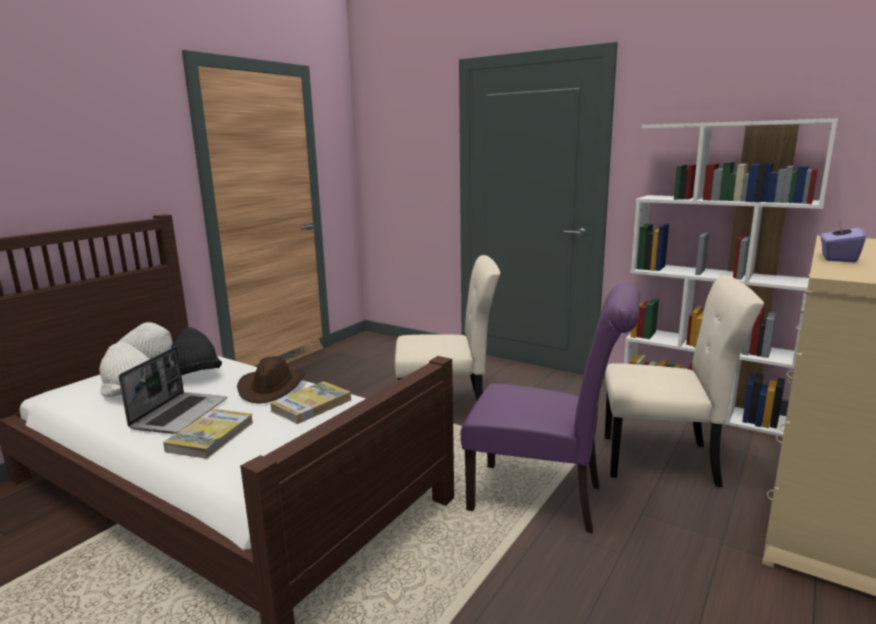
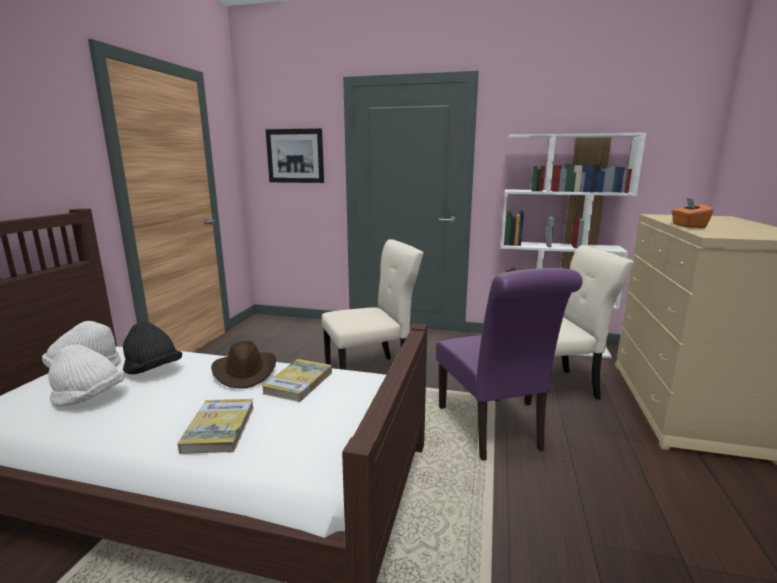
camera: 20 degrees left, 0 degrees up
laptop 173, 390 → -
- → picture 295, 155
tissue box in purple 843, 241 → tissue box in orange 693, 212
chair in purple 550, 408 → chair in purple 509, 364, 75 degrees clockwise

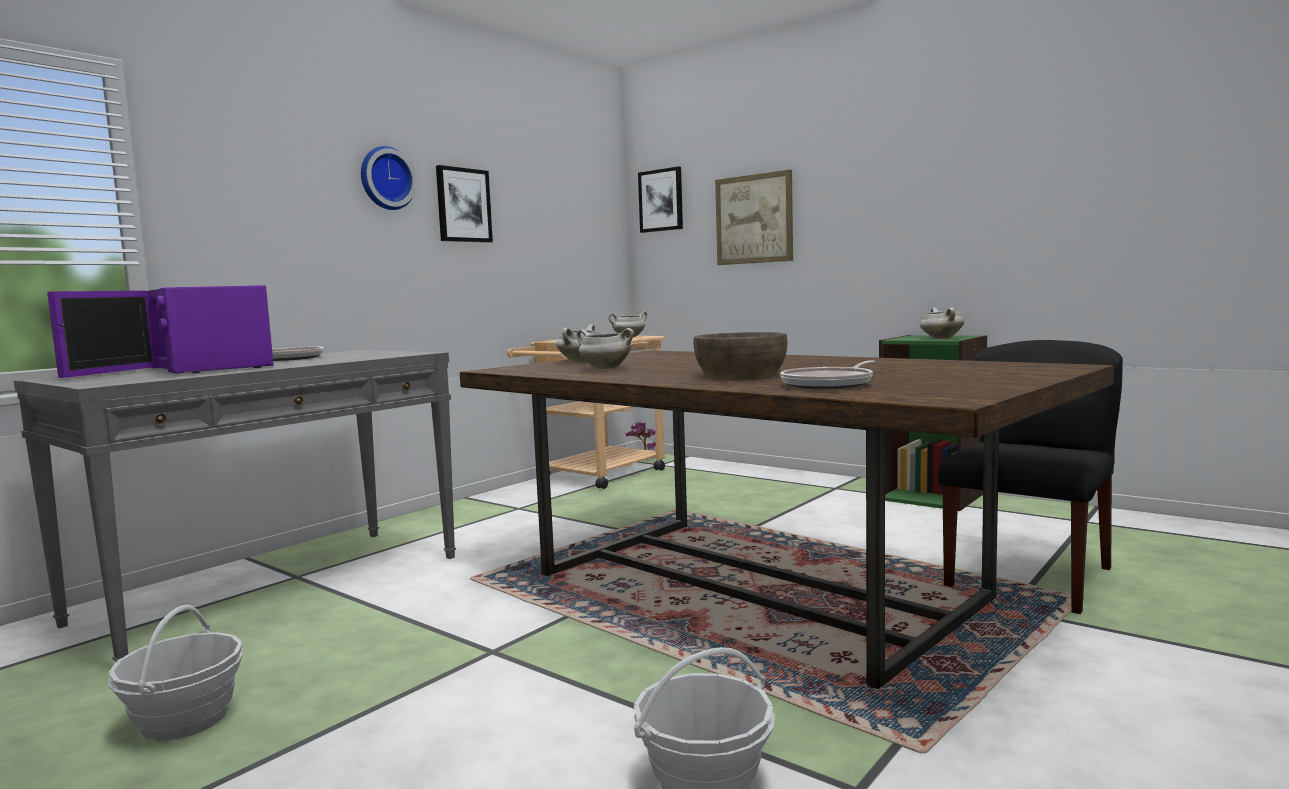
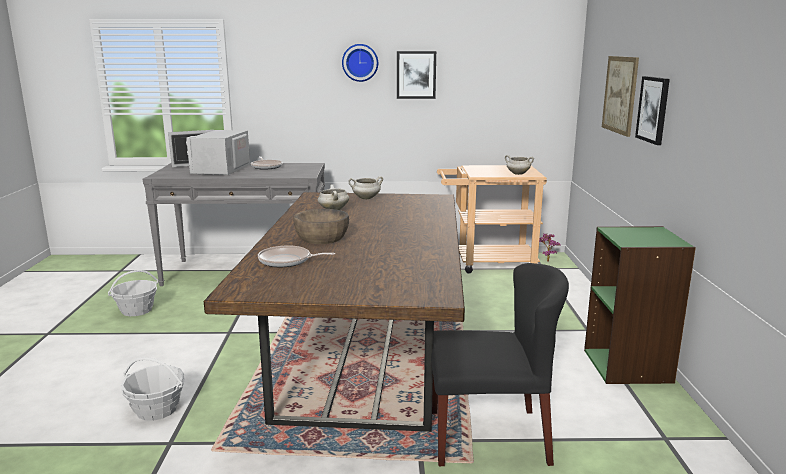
camera: 50 degrees right, 10 degrees up
cooking pot in white 942, 323 → -
picture 660, 199 → picture 652, 110, move
microwave in purple 160, 331 → microwave in white 209, 152

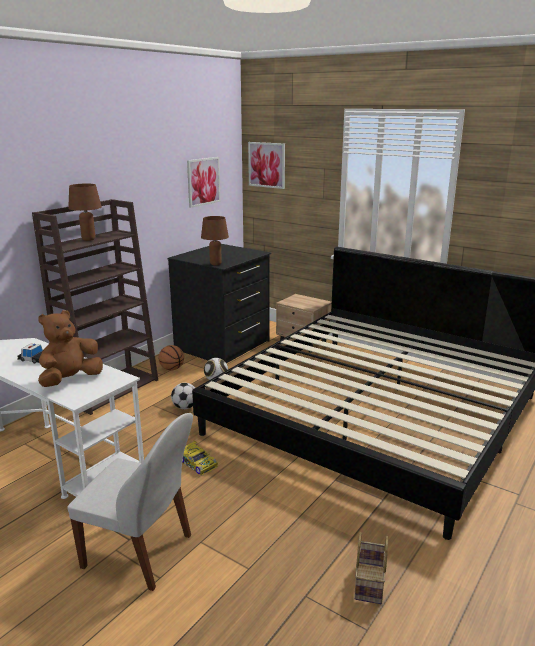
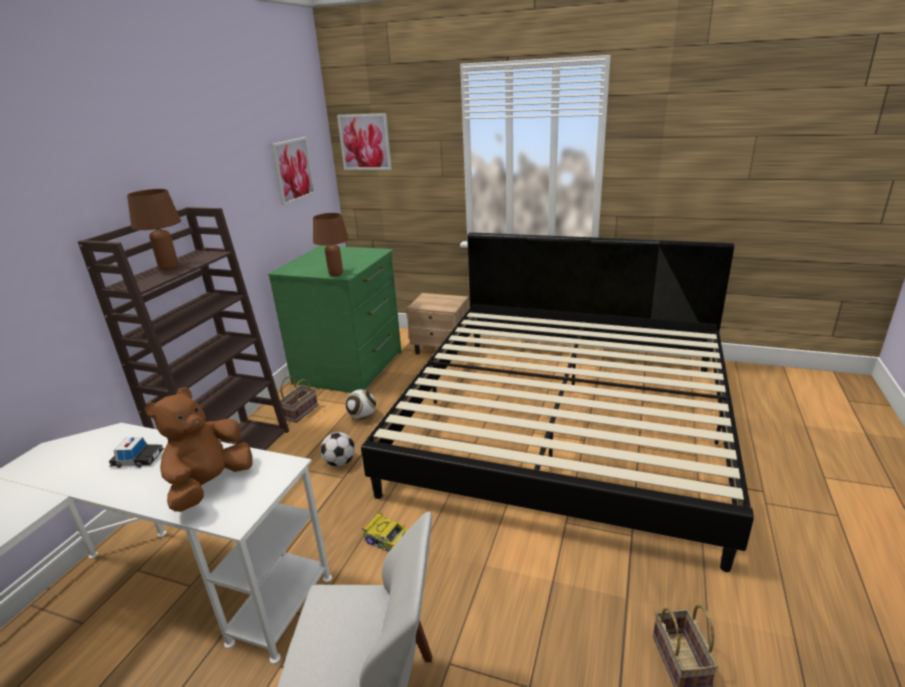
camera: 15 degrees left, 5 degrees up
basketball 171, 357 → basket 299, 399
dresser in black 219, 303 → dresser in green 335, 319

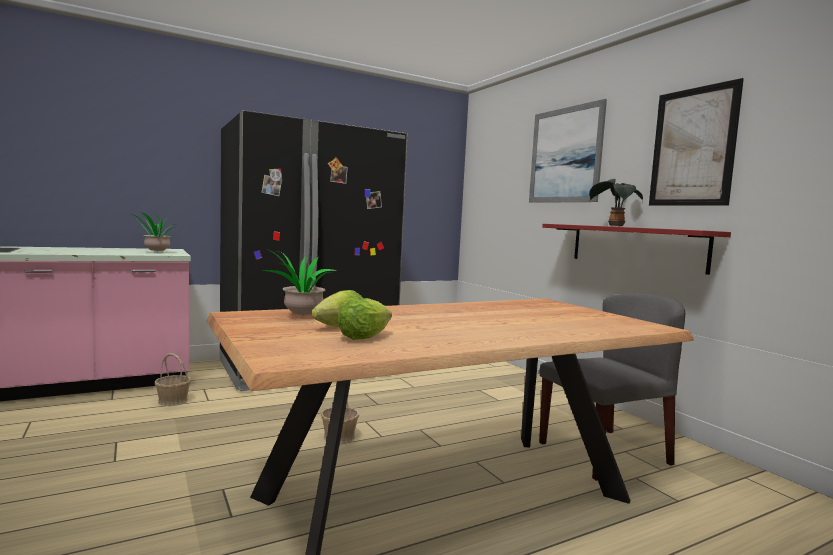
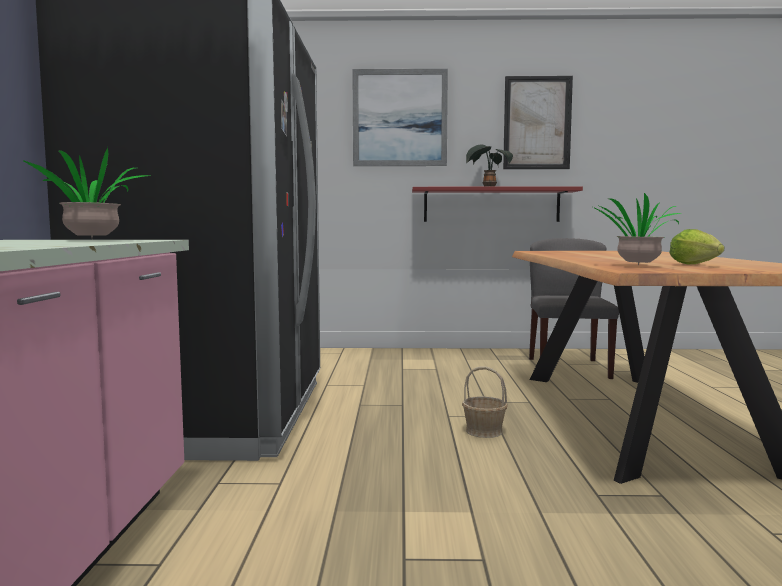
camera: 60 degrees left, 0 degrees up
basket 173, 379 → -
lettuce 364, 319 → -

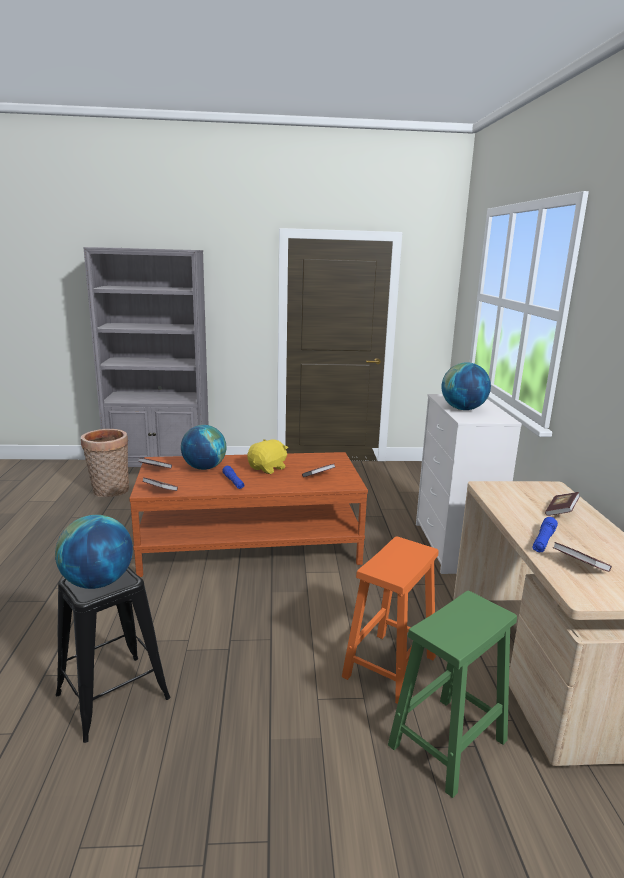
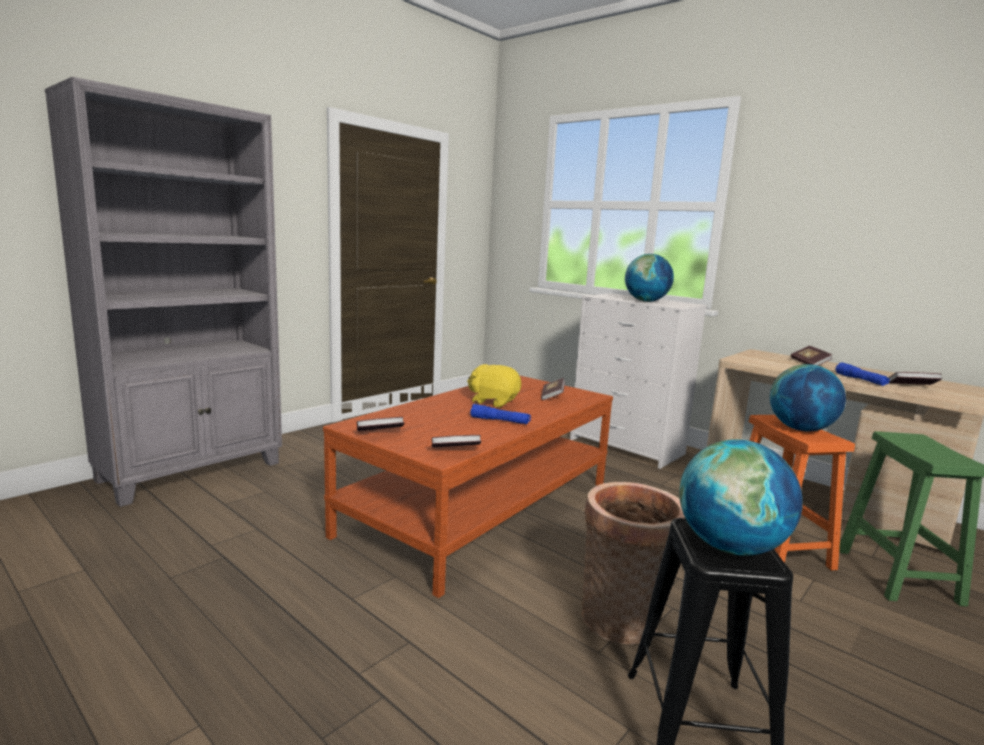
camera: 45 degrees left, 5 degrees down
basket 105, 463 → basket 633, 563, move
globe 203, 447 → globe 808, 397, move
plush toy in yellow 267, 456 → plush toy in yellow 494, 385, 60 degrees counterclockwise

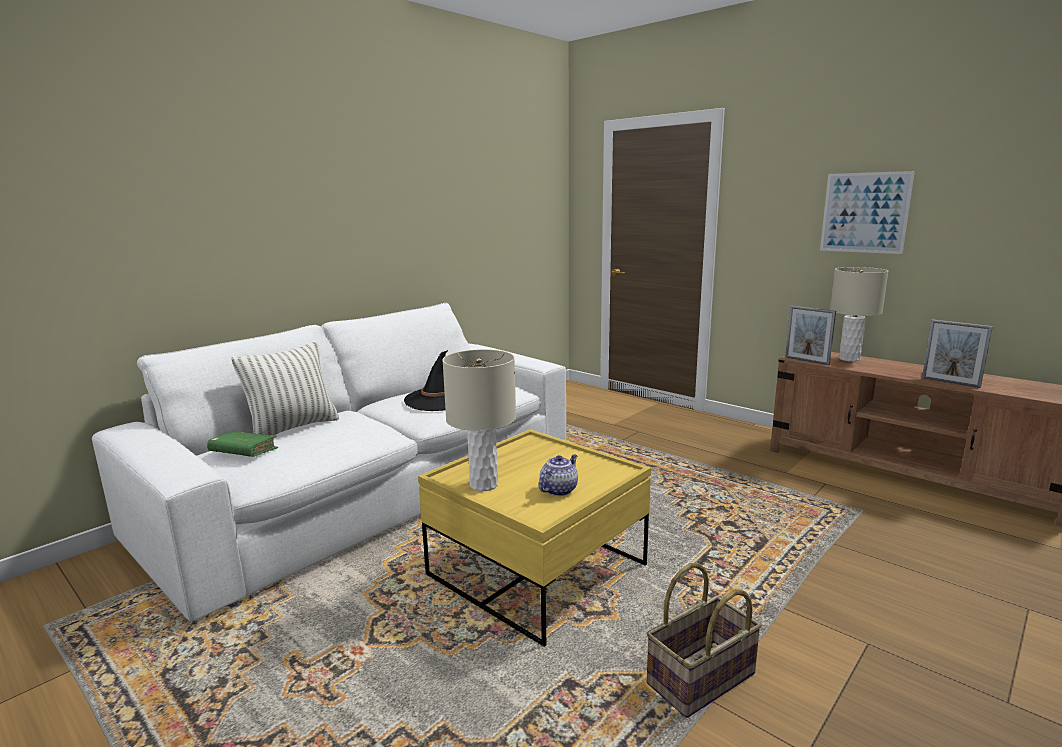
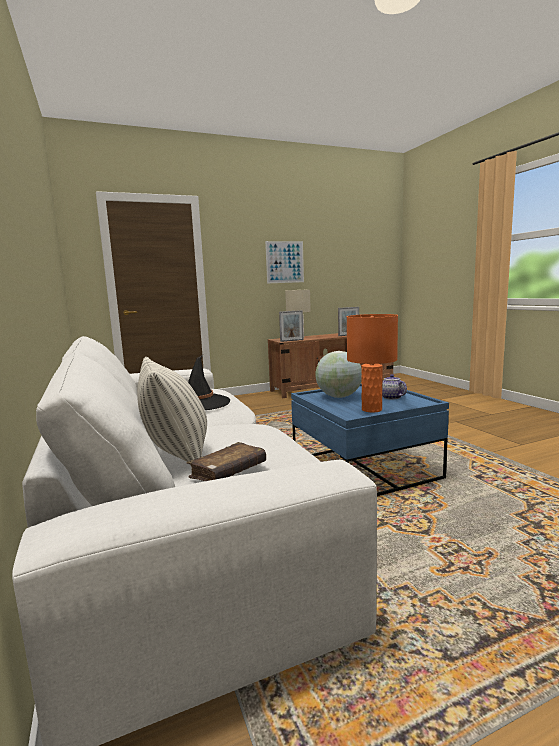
camera: 65 degrees left, 5 degrees down
basket 704, 640 → -
- → globe 338, 374
book in green 242, 444 → book in brown 226, 461
coffee table in yellow 534, 538 → coffee table in blue 370, 439
table lamp in beige 479, 420 → table lamp in orange 372, 363

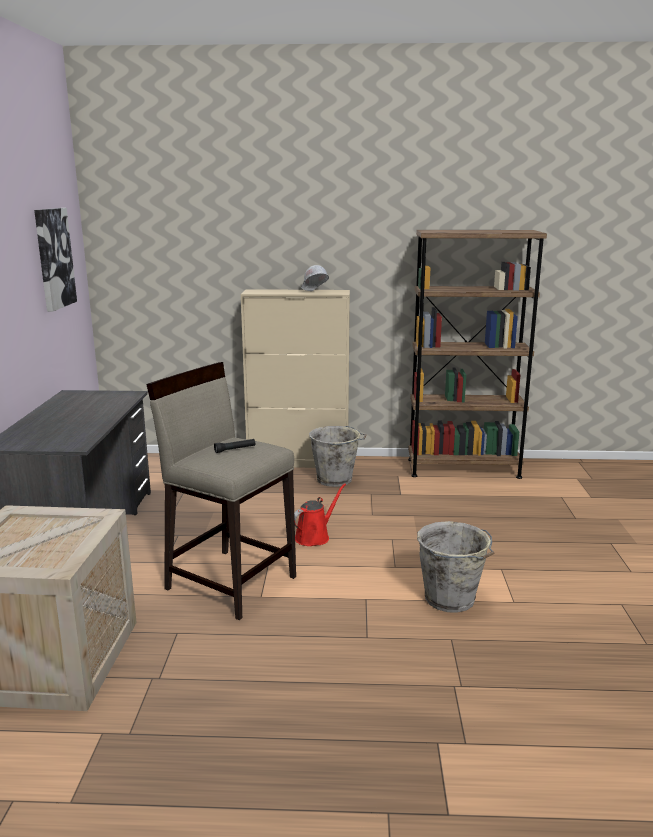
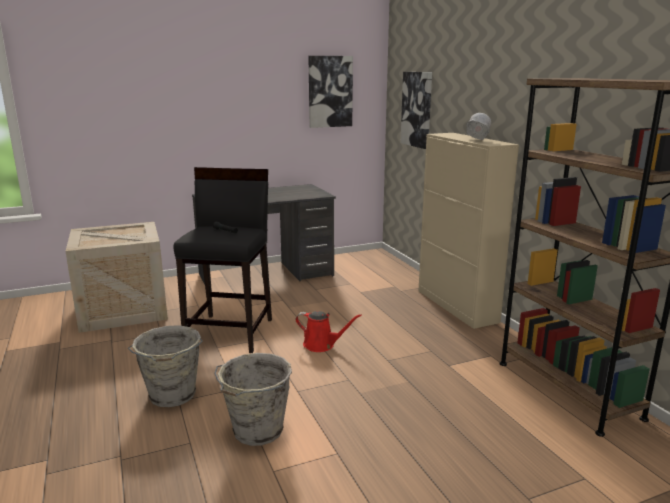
camera: 65 degrees right, 0 degrees up
- → picture 416, 110
bucket in grey 338, 456 → bucket in grey 165, 366, move
stool in beige 221, 491 → stool in black 222, 260

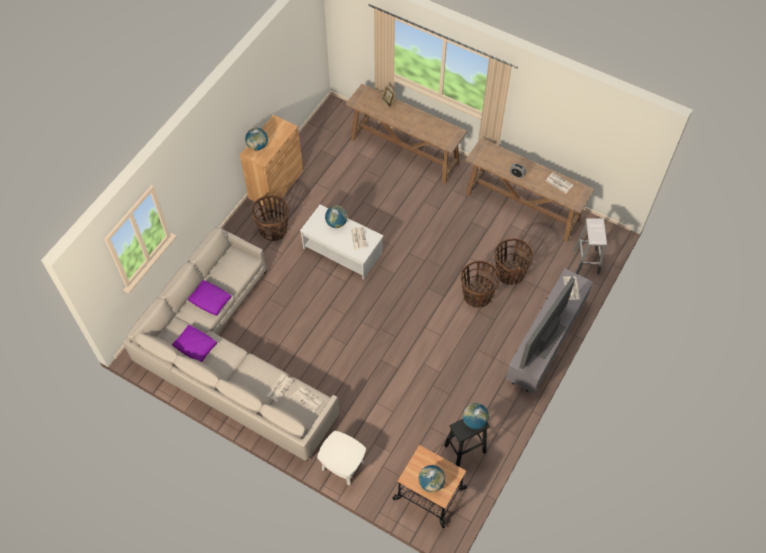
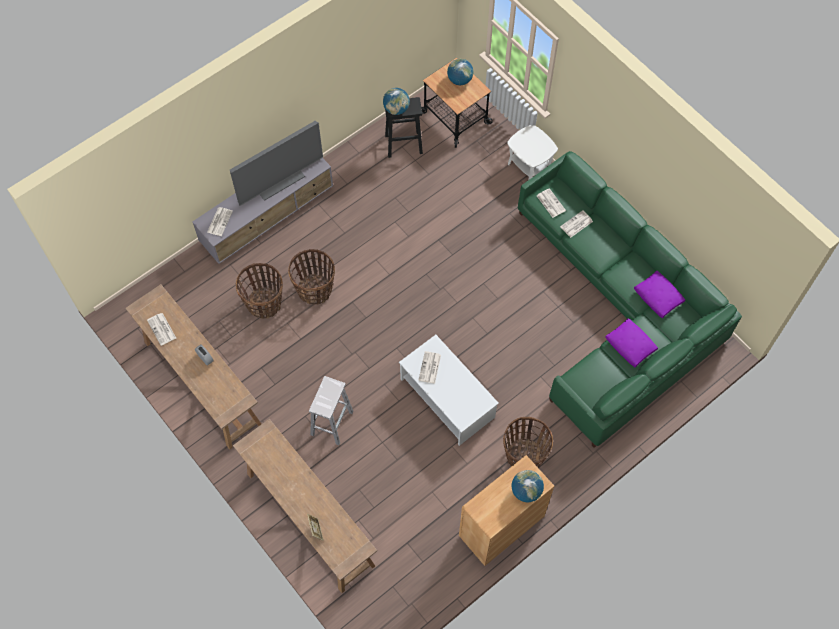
camera: 160 degrees left, 5 degrees up
globe 336, 216 → -
stool in white 590, 246 → stool in white 331, 410, move
sofa in beige 231, 344 → sofa in green 630, 299

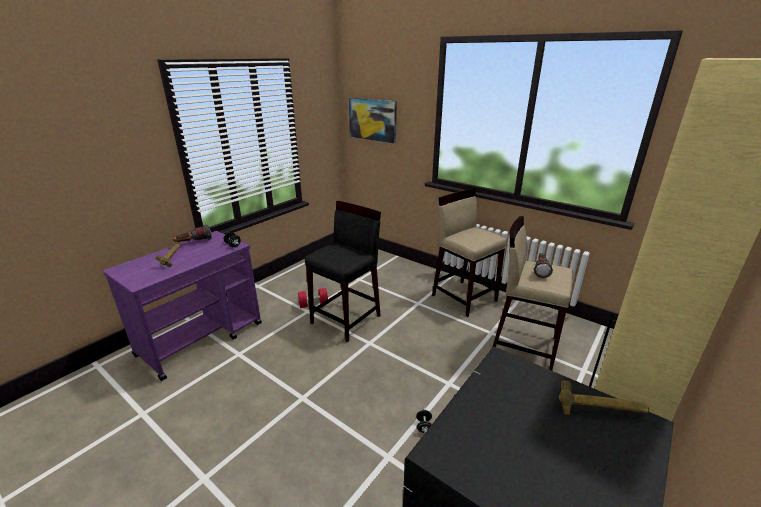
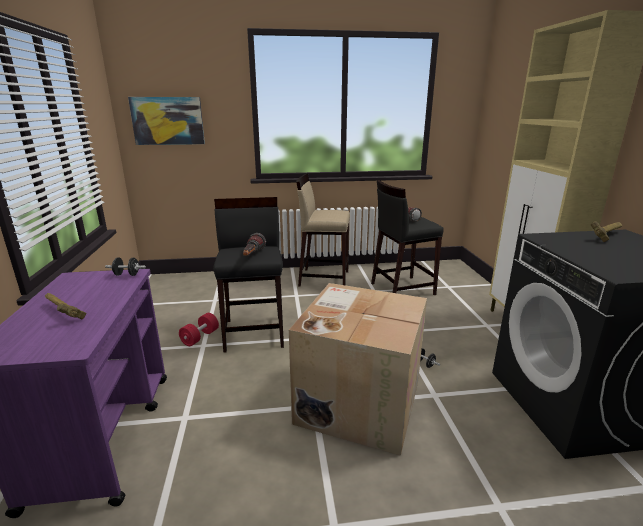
camera: 45 degrees left, 5 degrees down
- → cardboard box 358, 369
flashlight 192, 233 → flashlight 254, 244, move
stool in beige 533, 293 → stool in black 407, 237

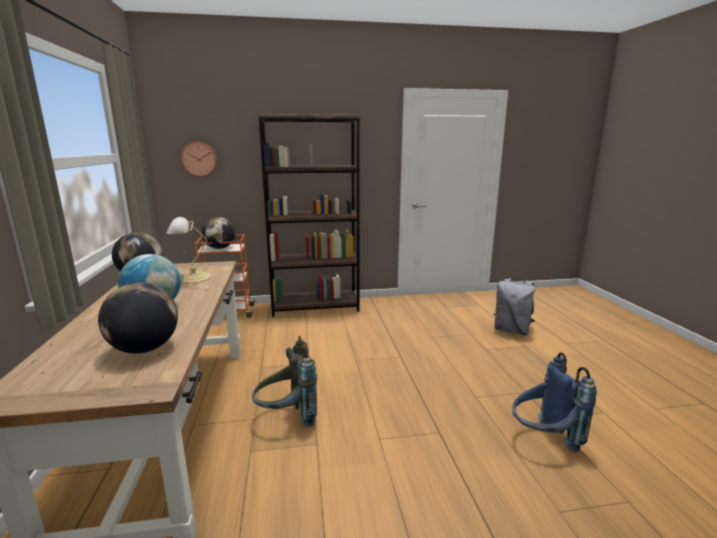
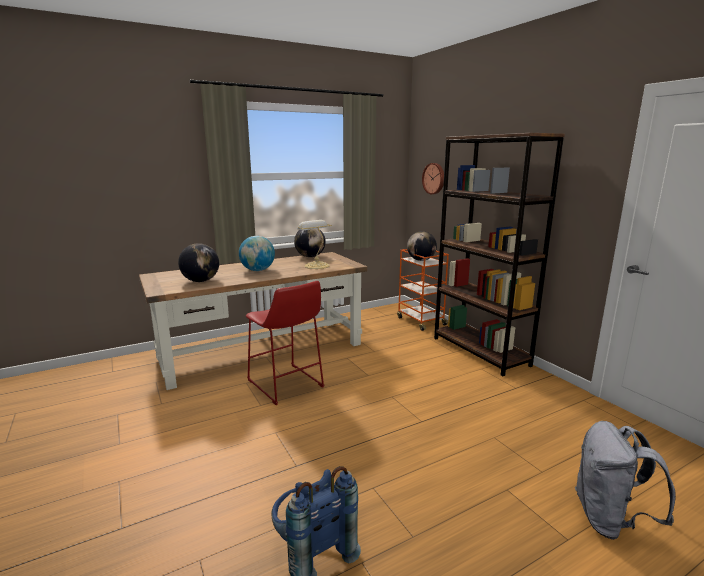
camera: 70 degrees right, 0 degrees up
backpack in grey 284, 381 → stool in red 285, 343

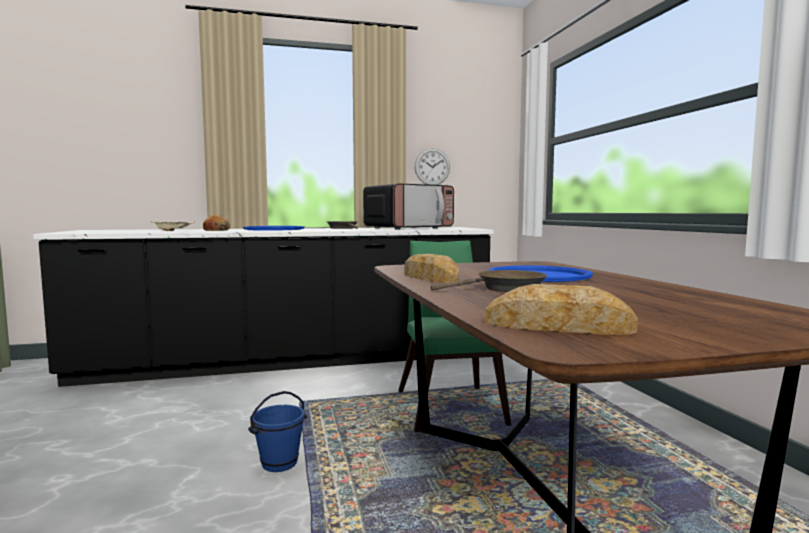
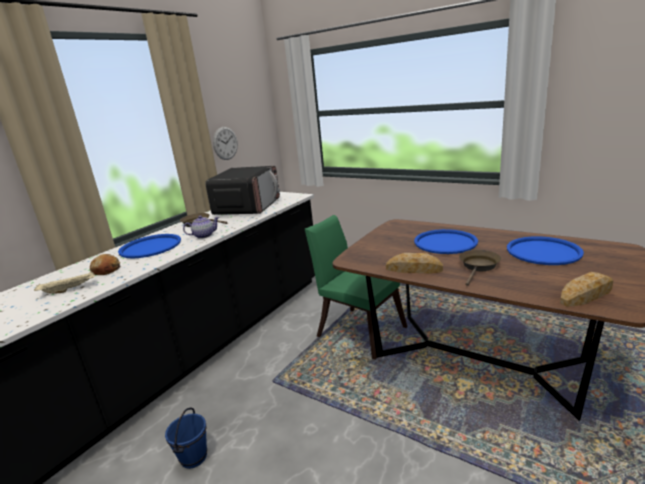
camera: 40 degrees left, 15 degrees up
- → teapot 201, 227
- → tray in blue 545, 250
bucket in blue 277, 431 → bucket in blue 186, 438, move

